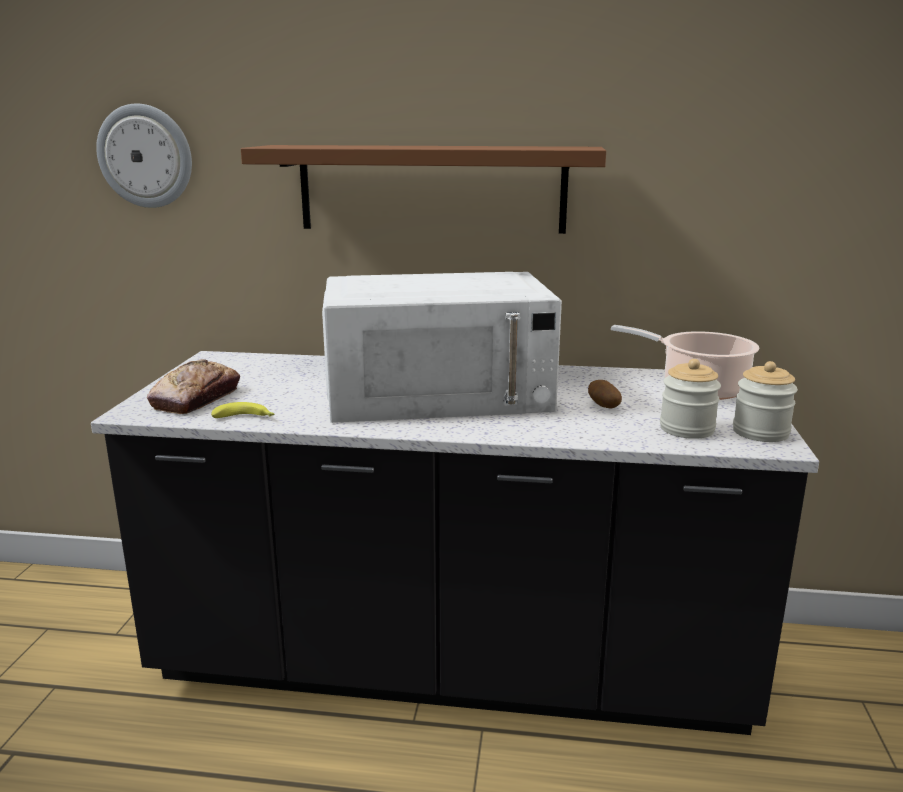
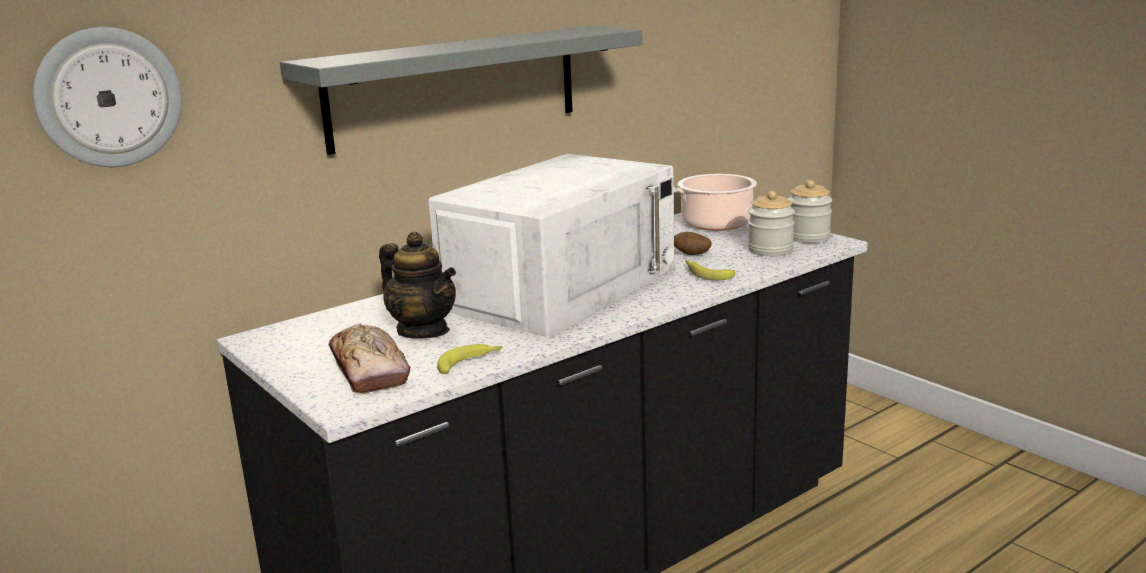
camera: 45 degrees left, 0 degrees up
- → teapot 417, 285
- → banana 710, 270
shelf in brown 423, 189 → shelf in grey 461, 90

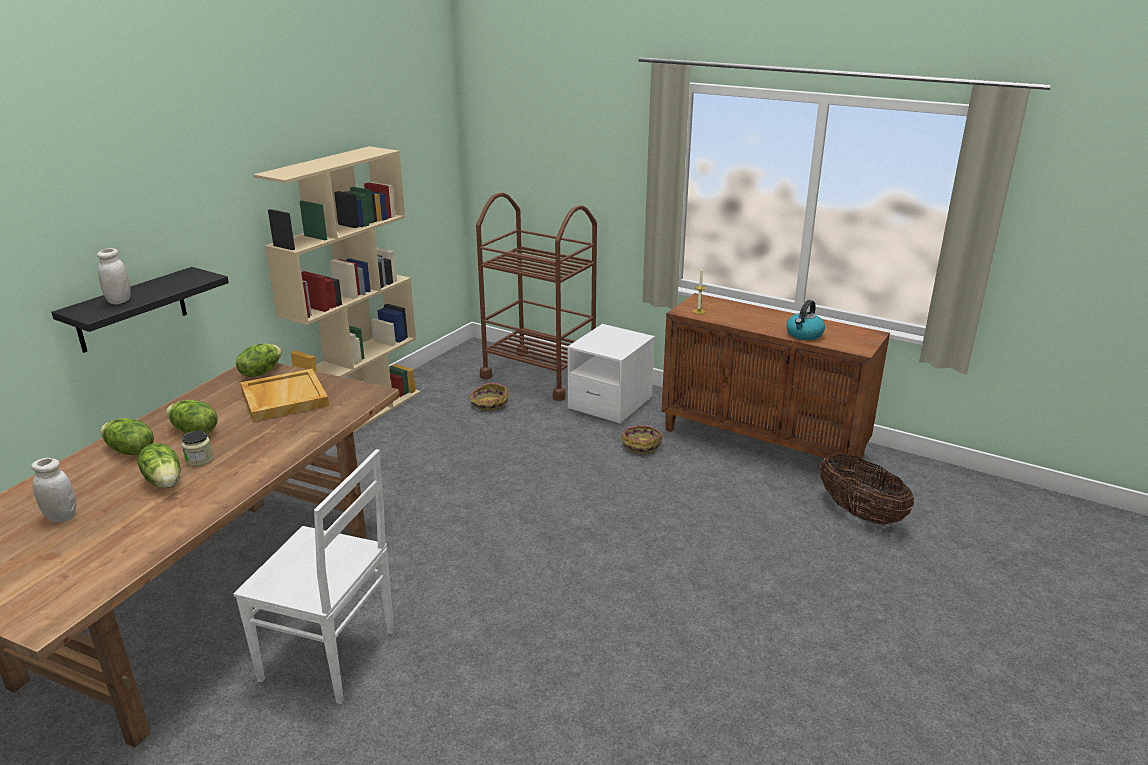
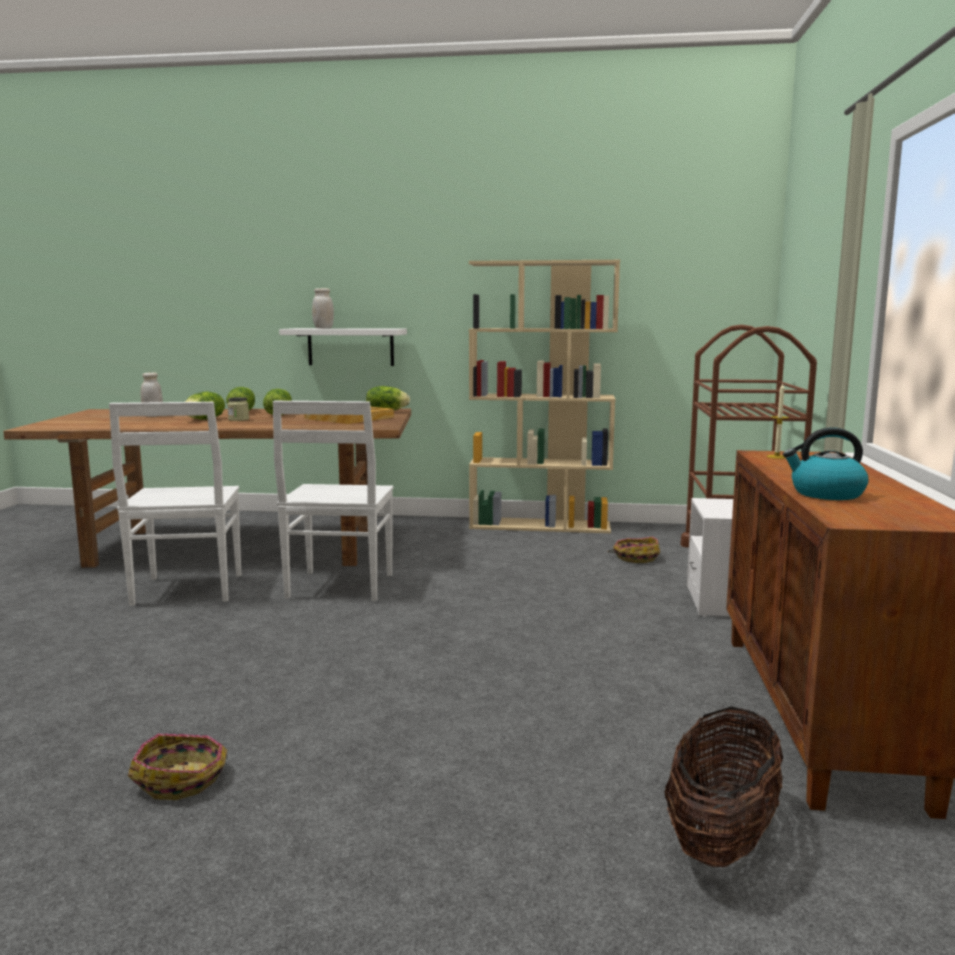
camera: 65 degrees right, 15 degrees down
- → chair in white 333, 501
basket 641, 439 → basket 177, 767, move
shelf in black 140, 310 → shelf in white 343, 347

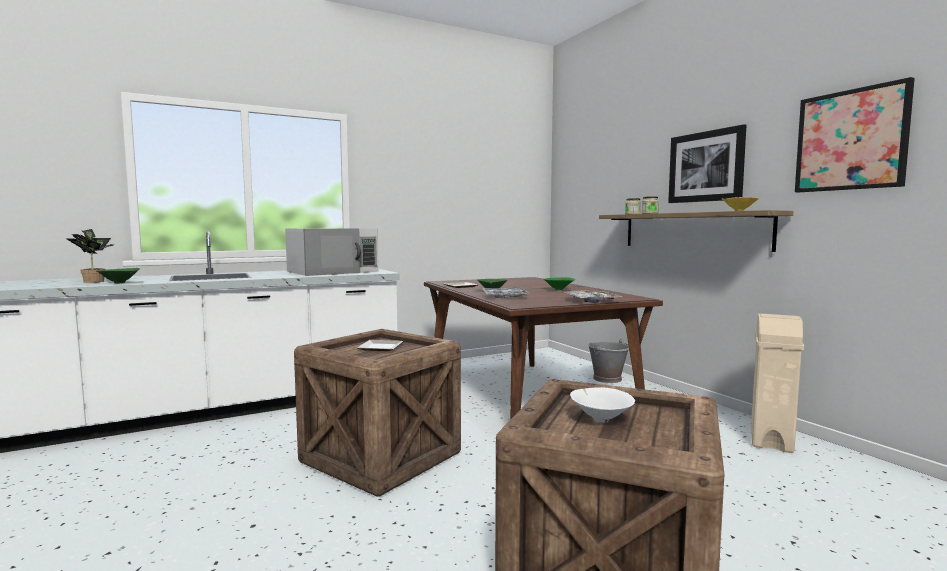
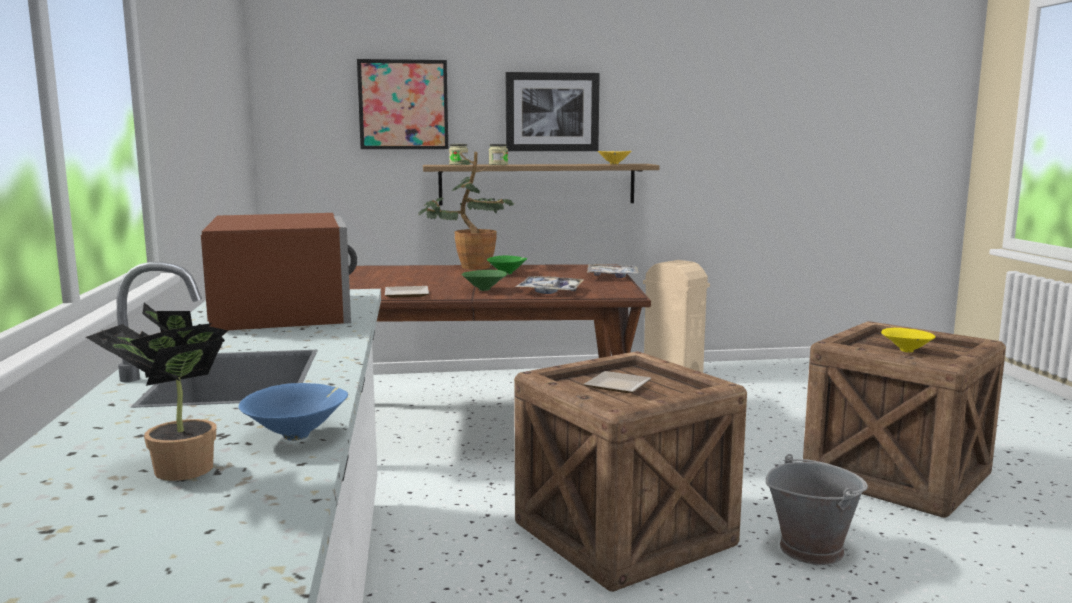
camera: 70 degrees left, 5 degrees up
- → potted plant 466, 210
bucket in grey 608, 361 → bucket in grey 817, 509, move
picture 855, 134 → picture 402, 104, move
bowl in green 118, 276 → bowl in blue 293, 412
microwave in white 331, 252 → microwave in brown 279, 271
bowl in white 602, 405 → bowl in yellow 908, 340

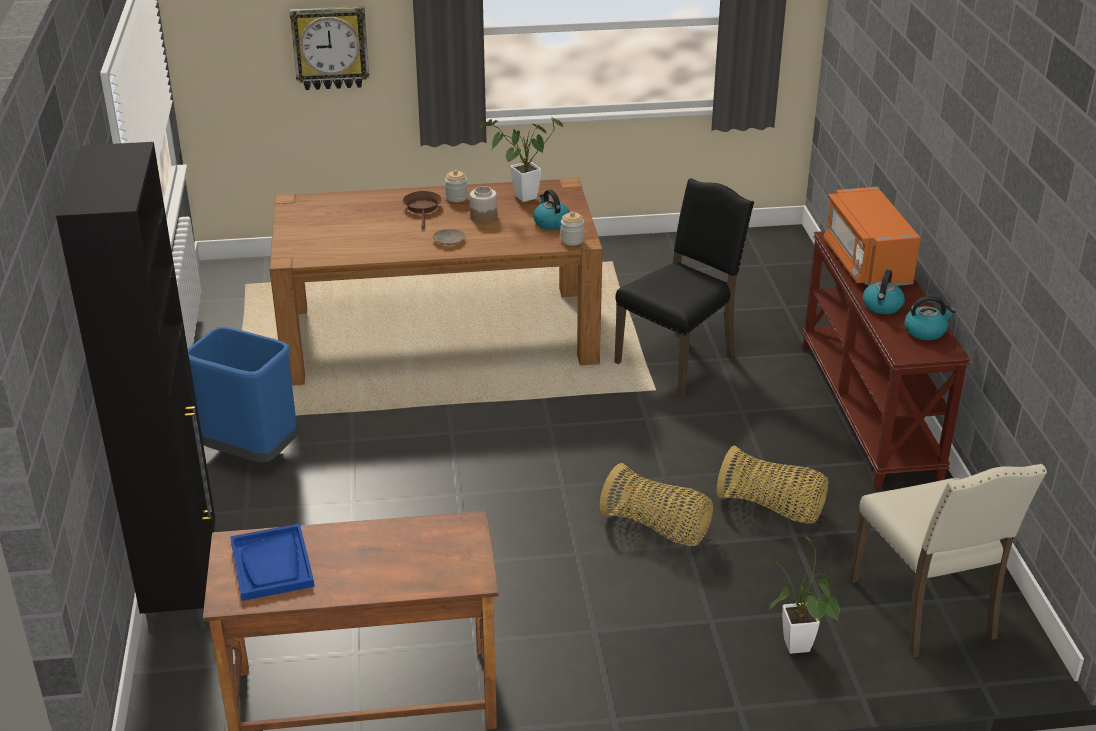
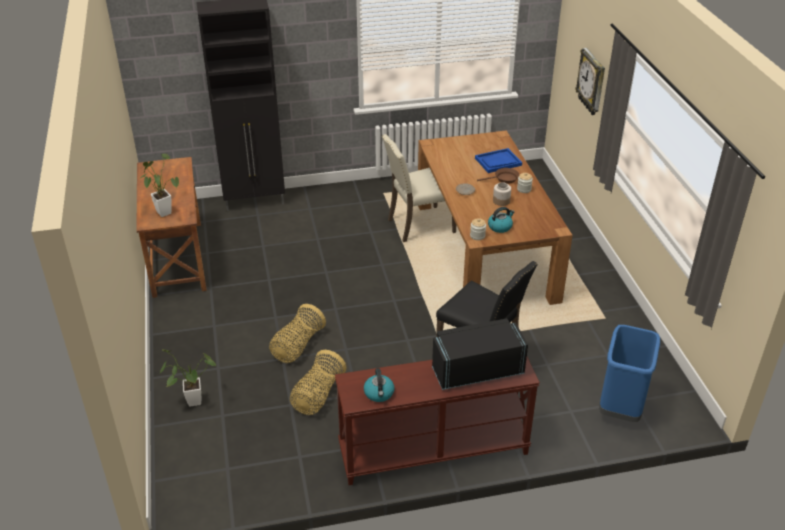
camera: 85 degrees right, 5 degrees up
kettle 884, 292 → -
trash can in blue 243, 394 → trash can in blue 629, 373, move
tray in blue 272, 562 → tray in blue 498, 160, move
potted plant 521, 159 → potted plant 159, 185, move
chair in beige 948, 560 → chair in beige 419, 188, move
microwave in orange 872, 236 → microwave in black 480, 354

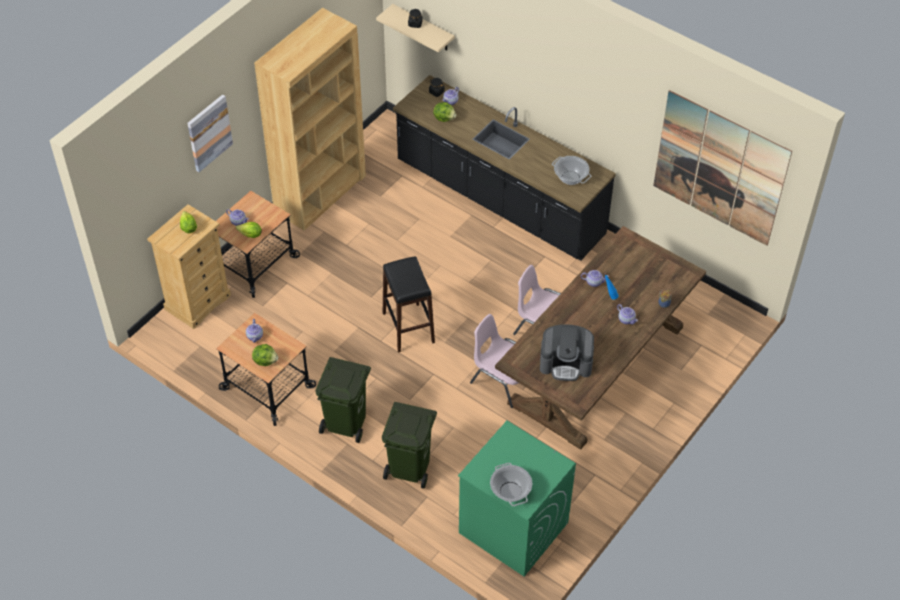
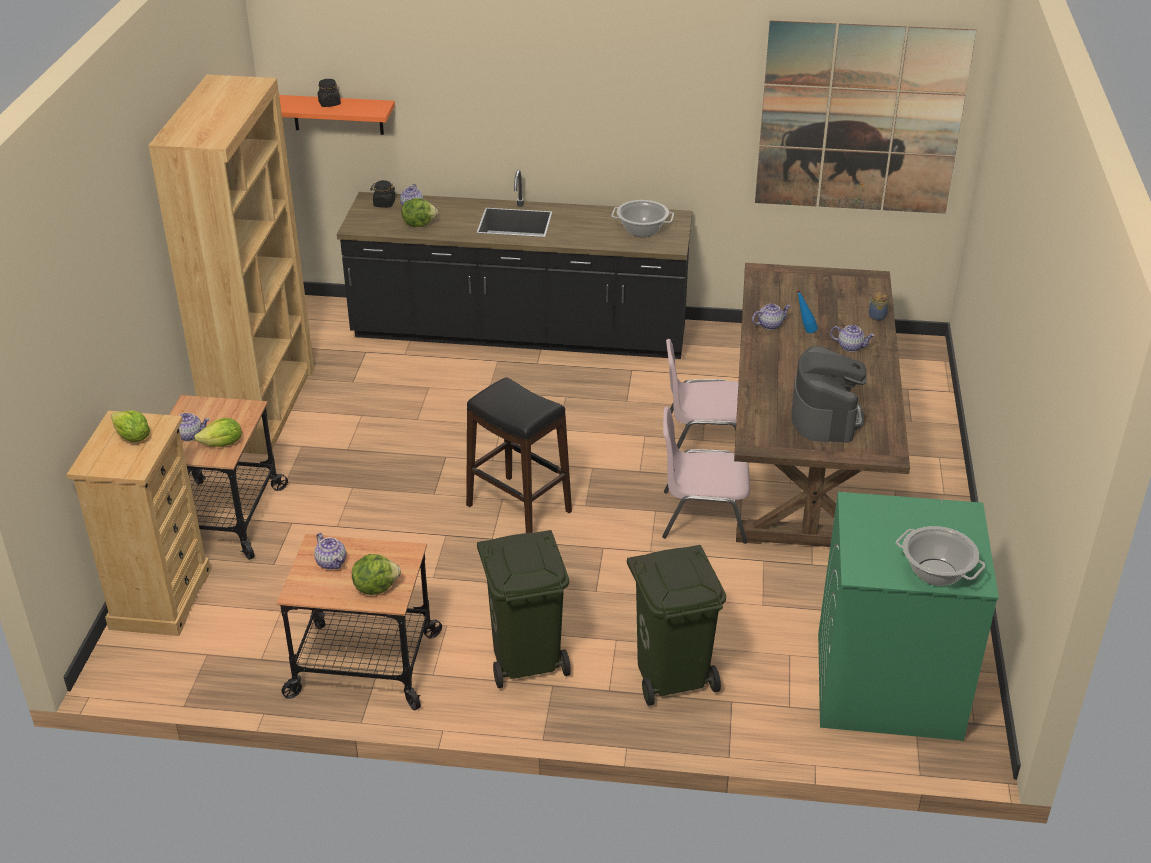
camera: 30 degrees left, 15 degrees down
picture 210, 133 → -
shelf in beige 415, 28 → shelf in orange 337, 115
coffee machine 567, 352 → coffee machine 829, 394, 60 degrees counterclockwise

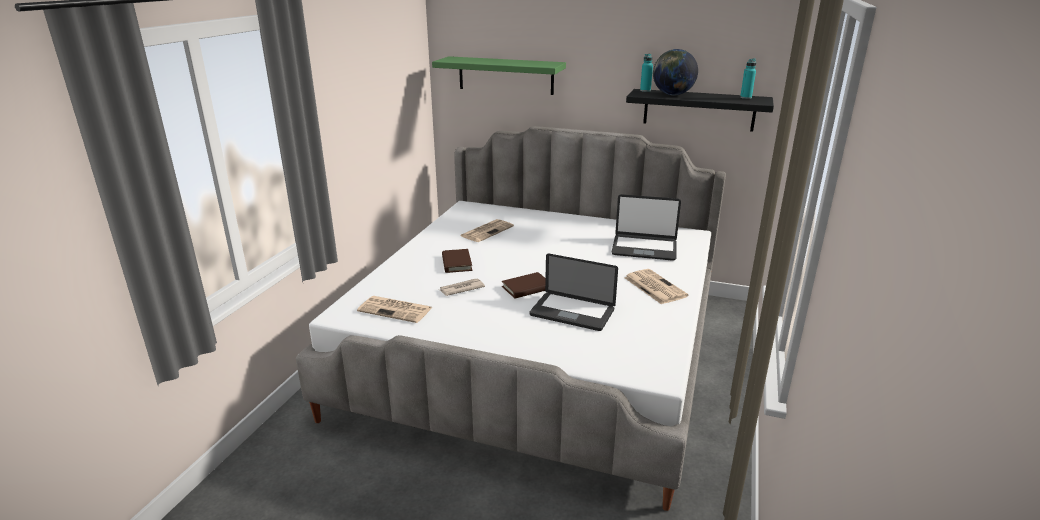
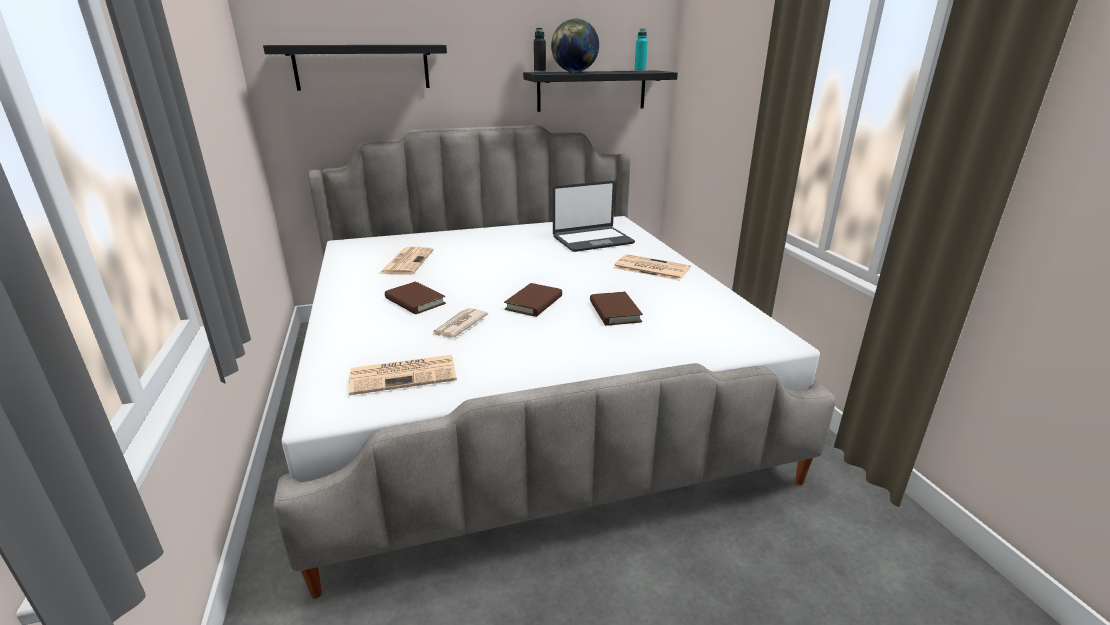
camera: 35 degrees left, 0 degrees up
laptop 573, 292 → book in brown 616, 308
shelf in green 499, 75 → shelf in black 355, 68
bottle in turquoise 646, 73 → bottle in black 540, 50

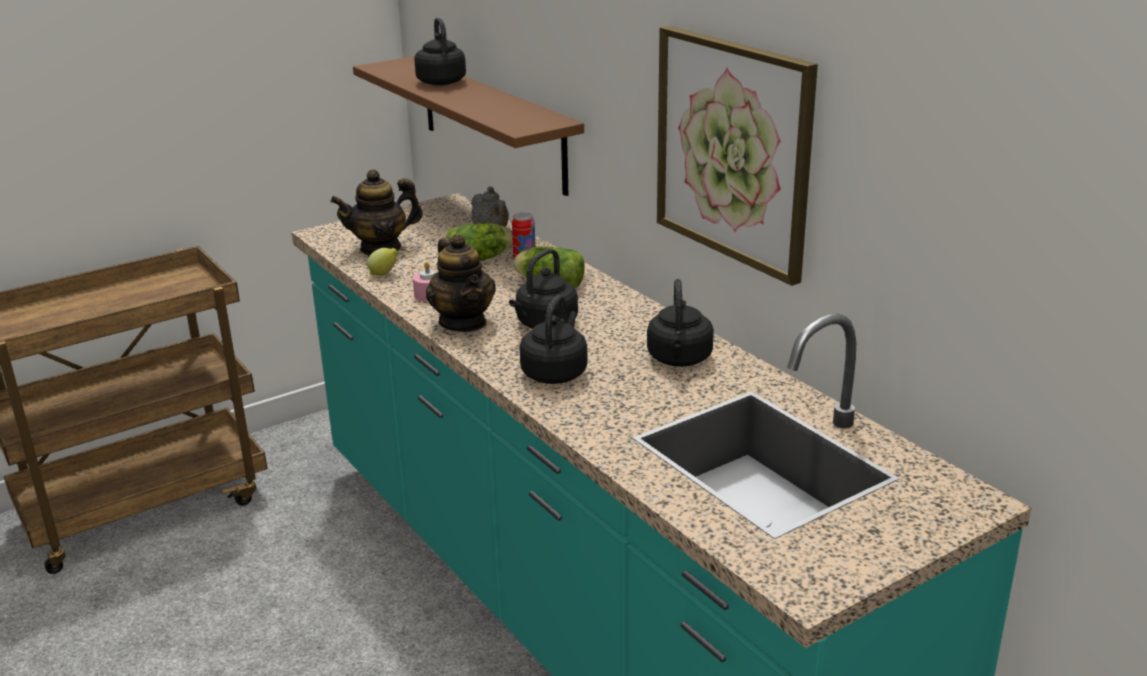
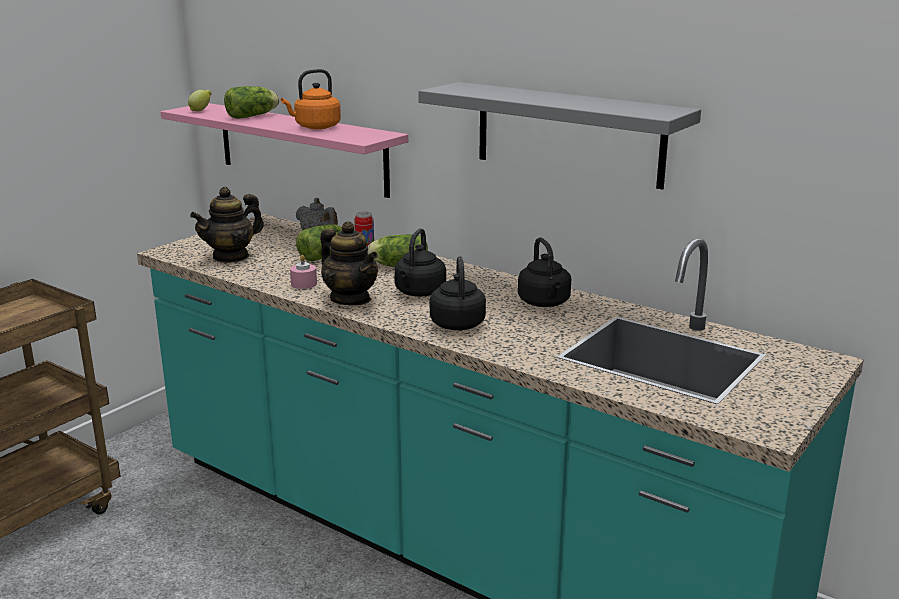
camera: 20 degrees left, 5 degrees down
- → kettle in orange 311, 99
lemon 382, 262 → lemon 200, 100, move
kettle in black 440, 51 → lettuce 251, 102
picture 737, 156 → shelf in grey 559, 136
shelf in brown 468, 126 → shelf in pink 284, 150

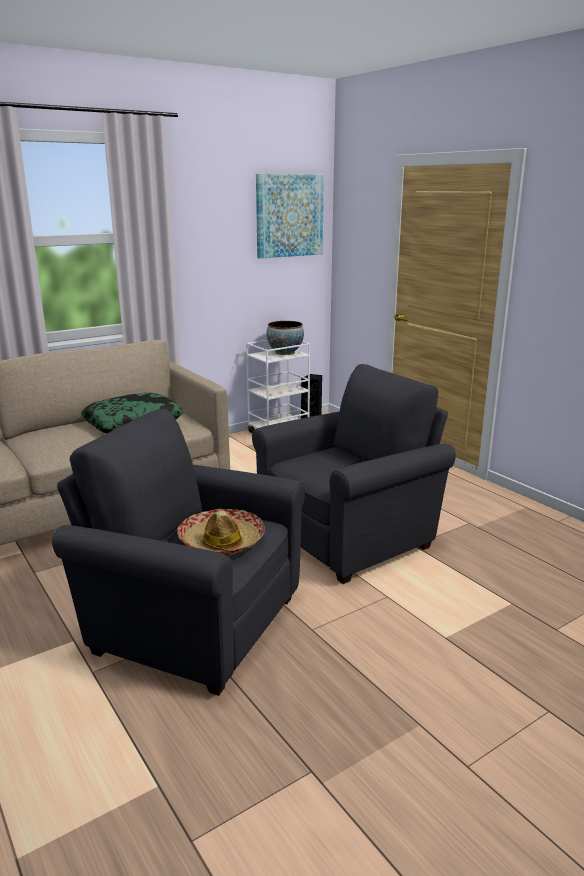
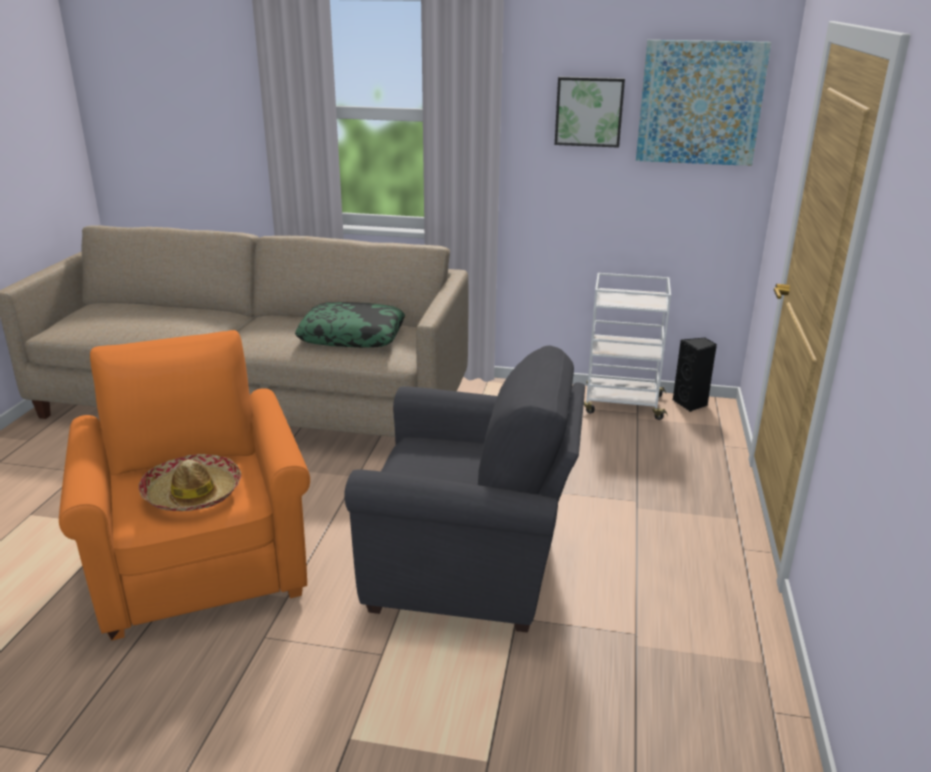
camera: 45 degrees right, 5 degrees up
bowl 285, 338 → -
- → picture 590, 112
armchair in grey 178, 552 → armchair in orange 184, 485

